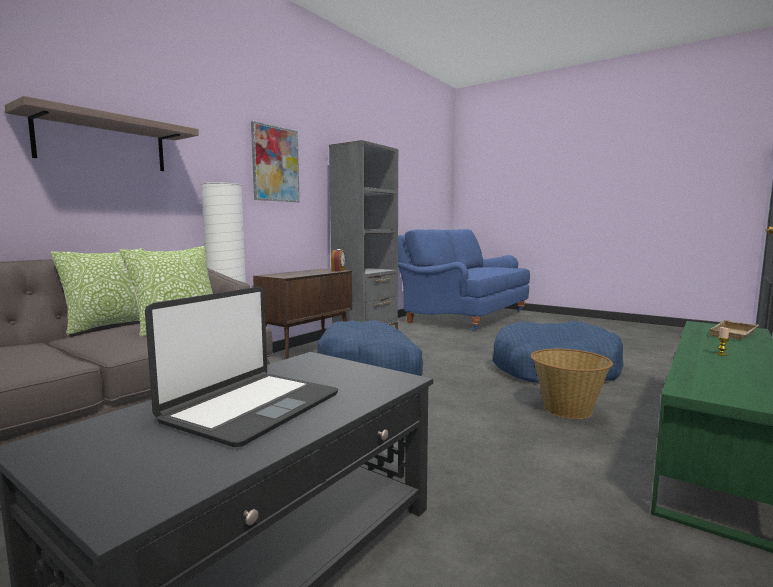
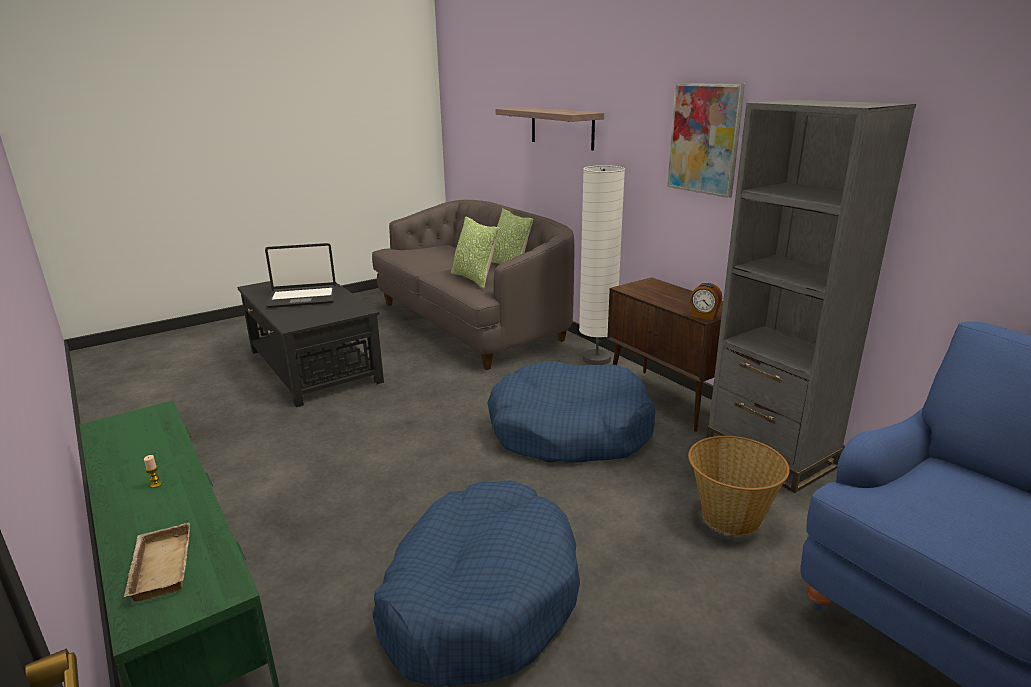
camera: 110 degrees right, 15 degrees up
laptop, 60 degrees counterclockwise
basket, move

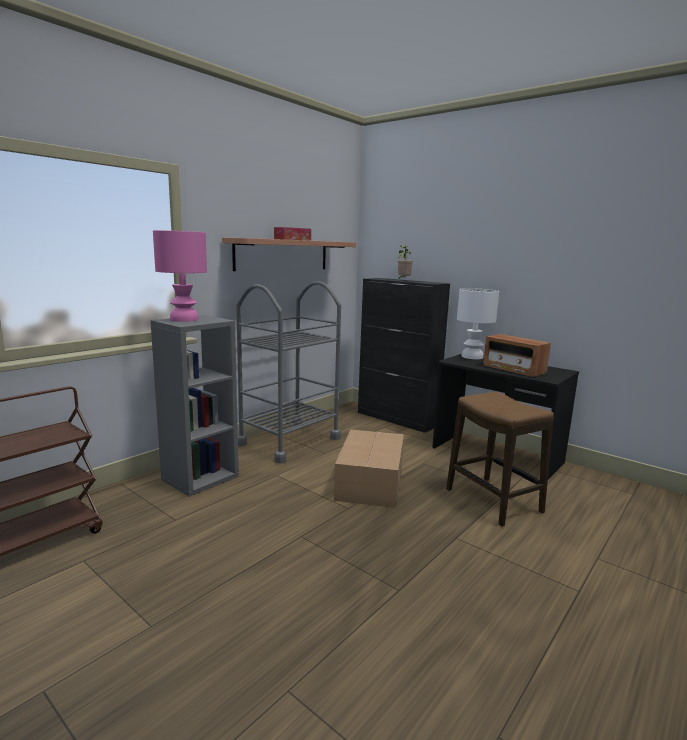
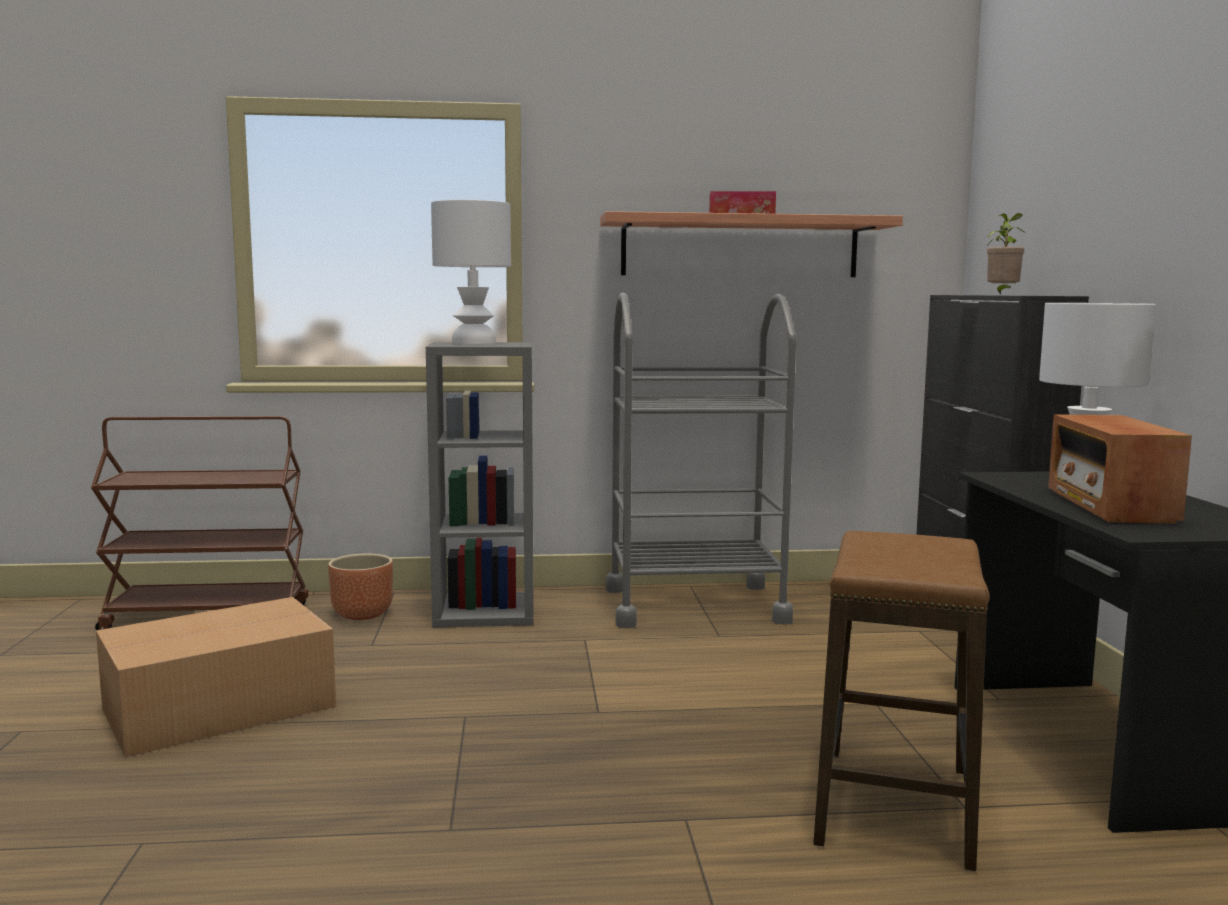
camera: 45 degrees right, 5 degrees down
pink table lamp => white table lamp (1st from left)
cardboard box, move
nothing => brown planter

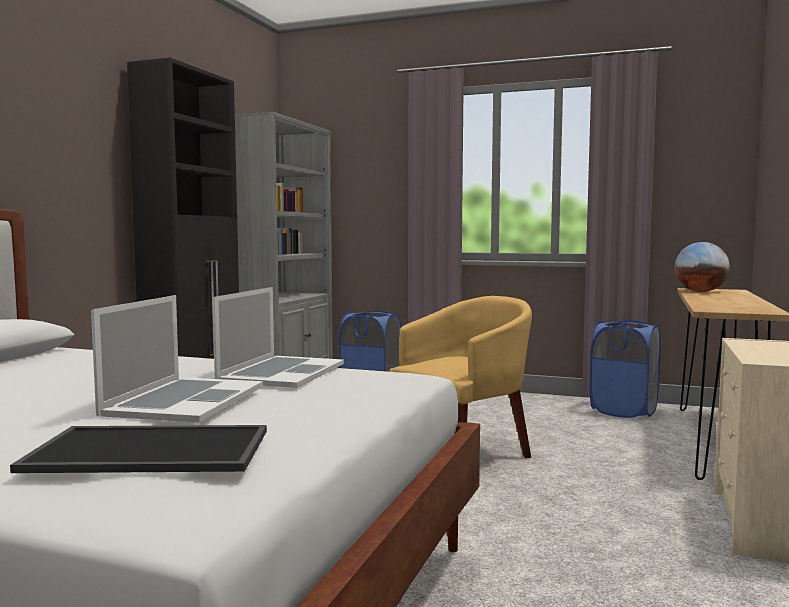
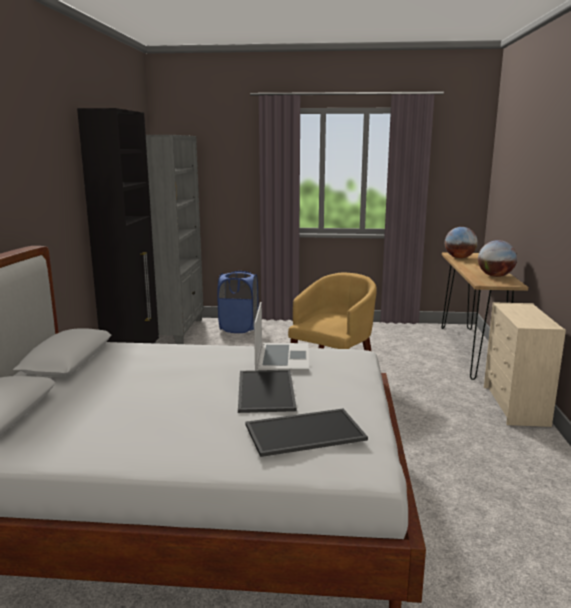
camera: 15 degrees left, 10 degrees up
laptop (1st from left) => tray (1st from left)
blue laundry basket (2nd from left) => nothing
nothing => globe (2nd from left)

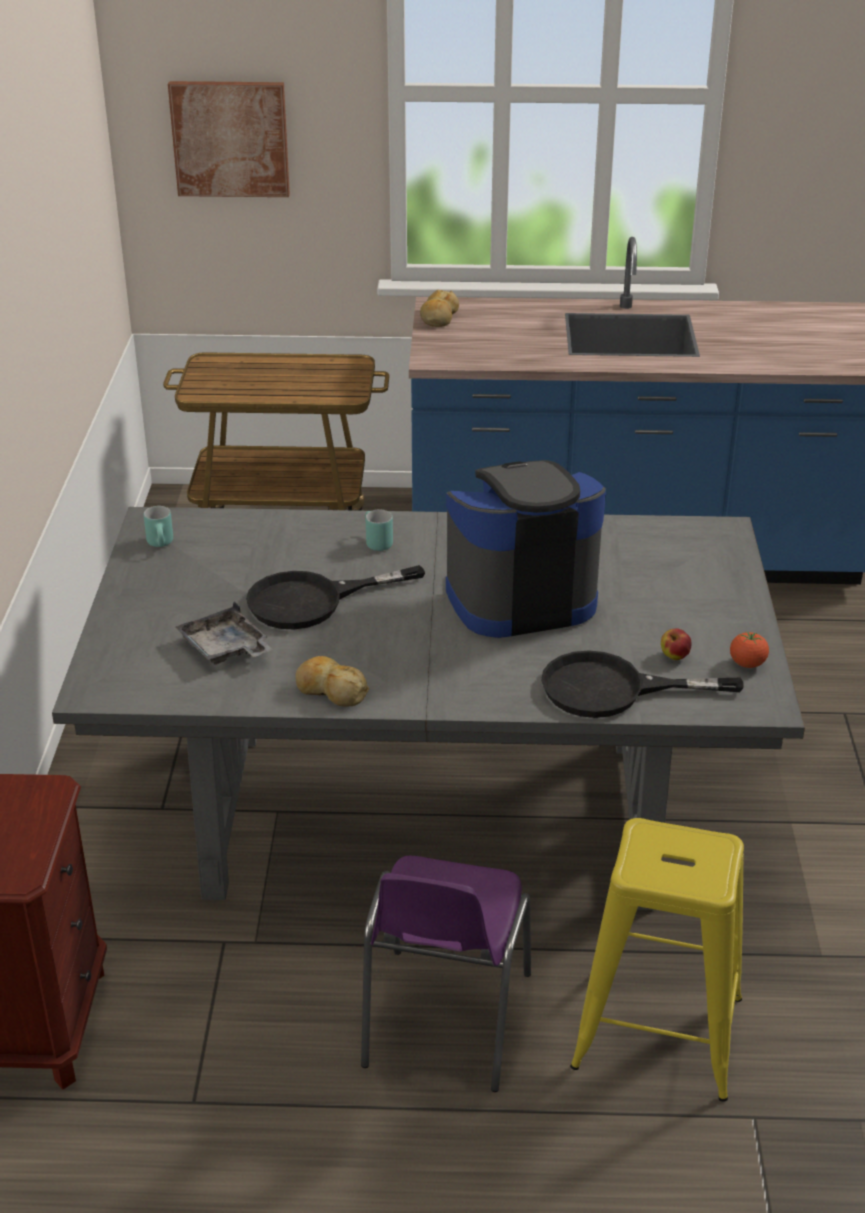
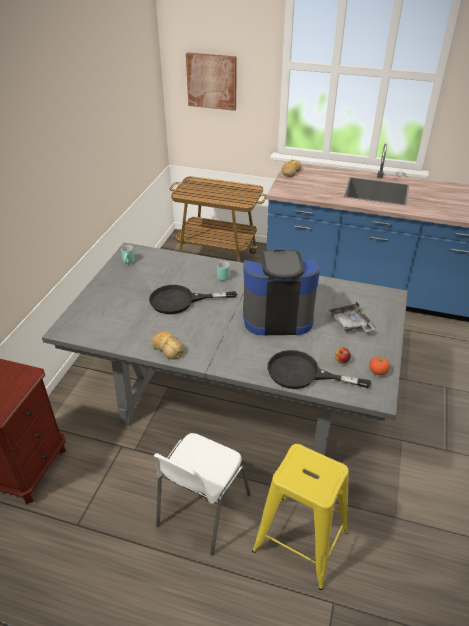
camera: 15 degrees right, 5 degrees up
grey tray, move
purple chair => white chair

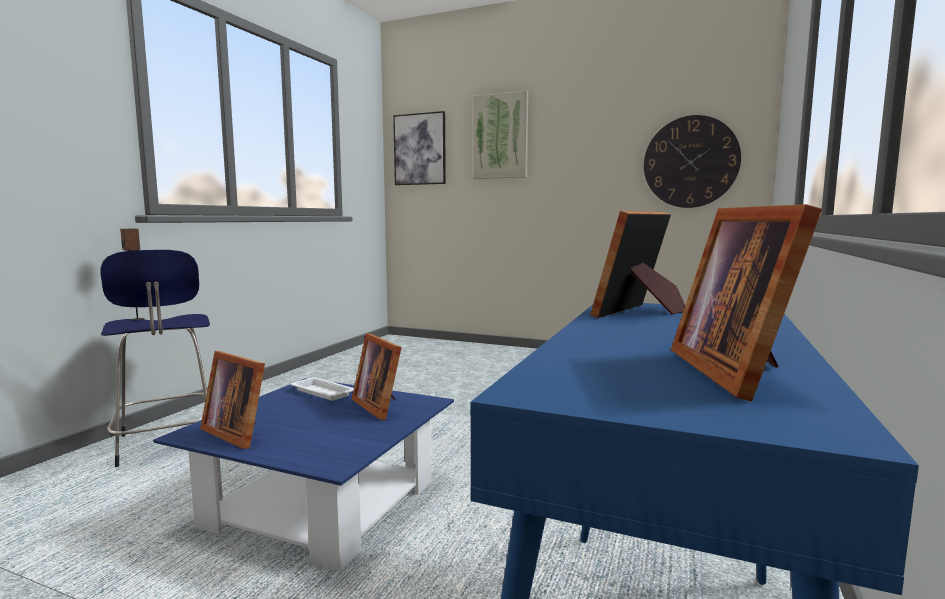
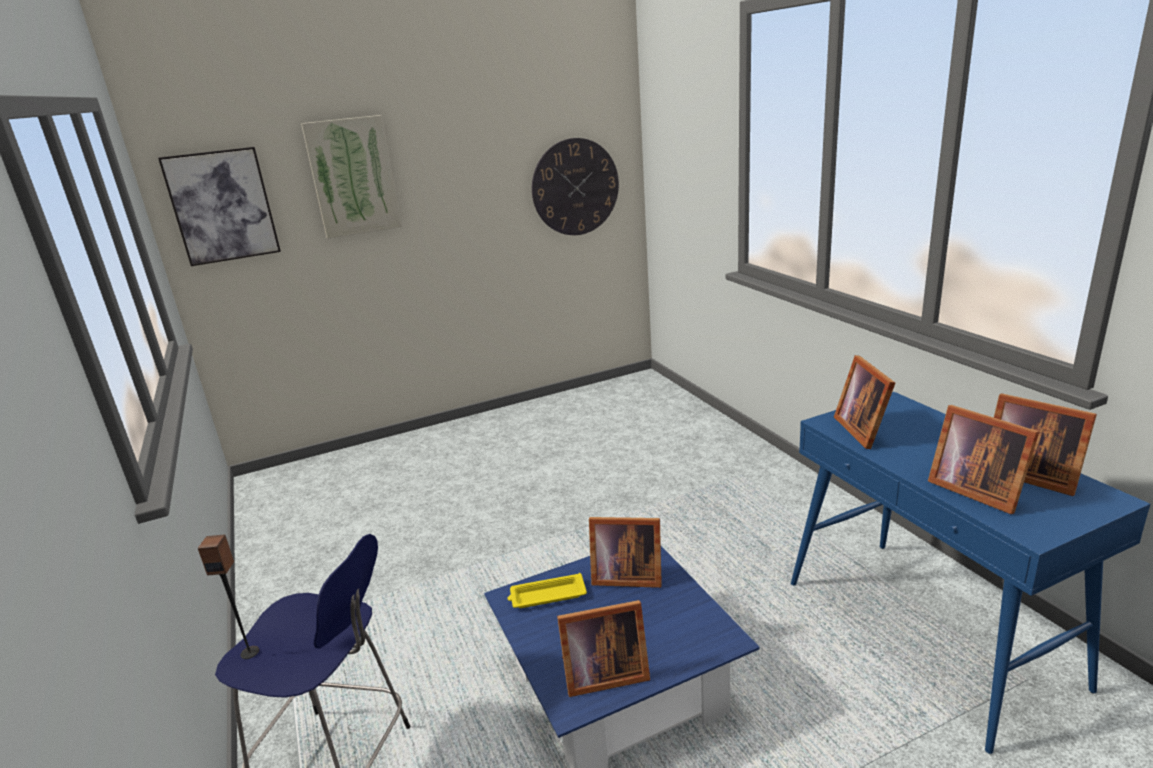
camera: 45 degrees left, 15 degrees up
white tray => yellow tray
nothing => picture frame (4th from left)

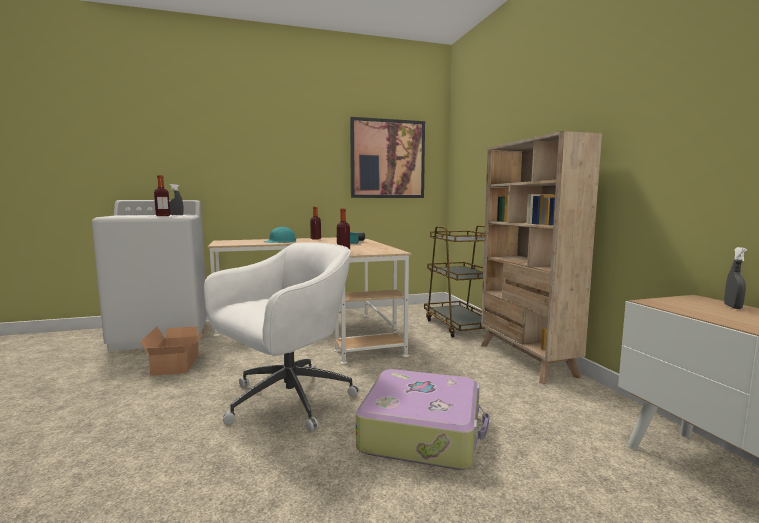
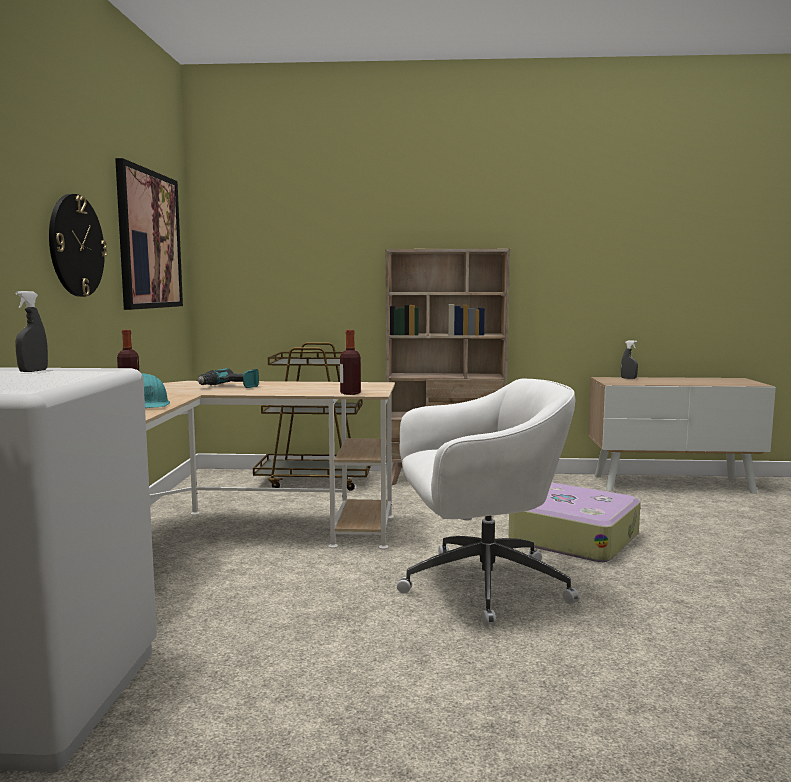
camera: 70 degrees left, 0 degrees up
cardboard box => nothing
bottle (1st from left) => nothing
white office chair, 105 degrees clockwise
nothing => wall clock

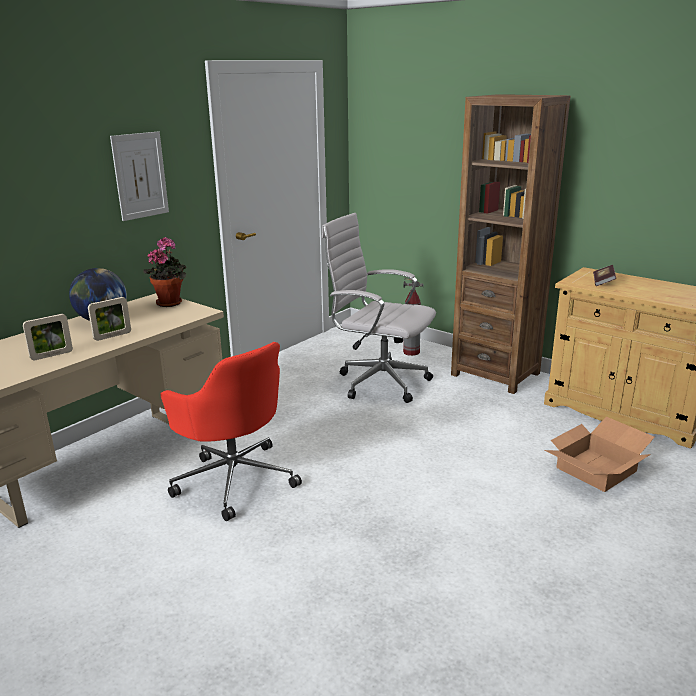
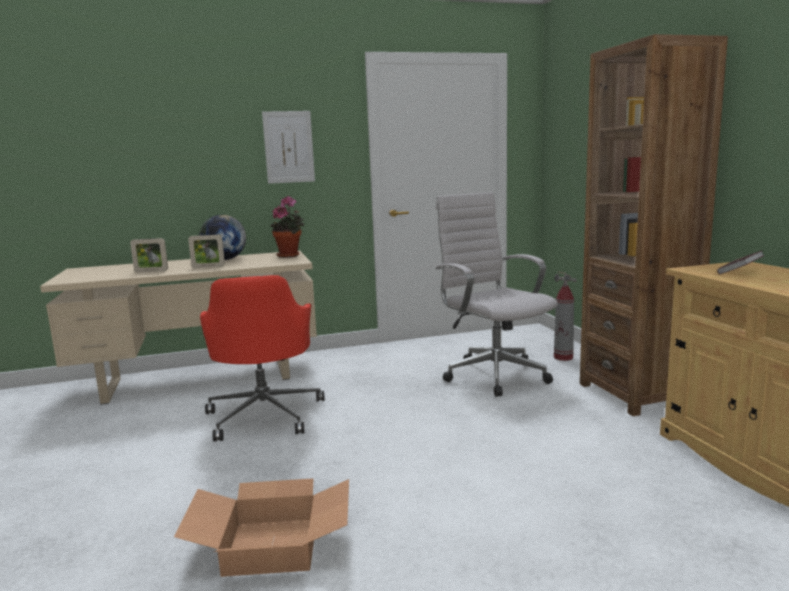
camera: 35 degrees right, 10 degrees down
cardboard box, move

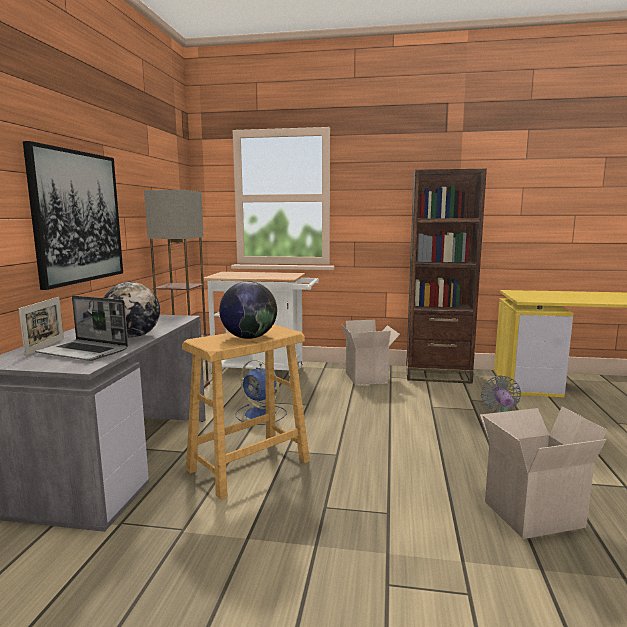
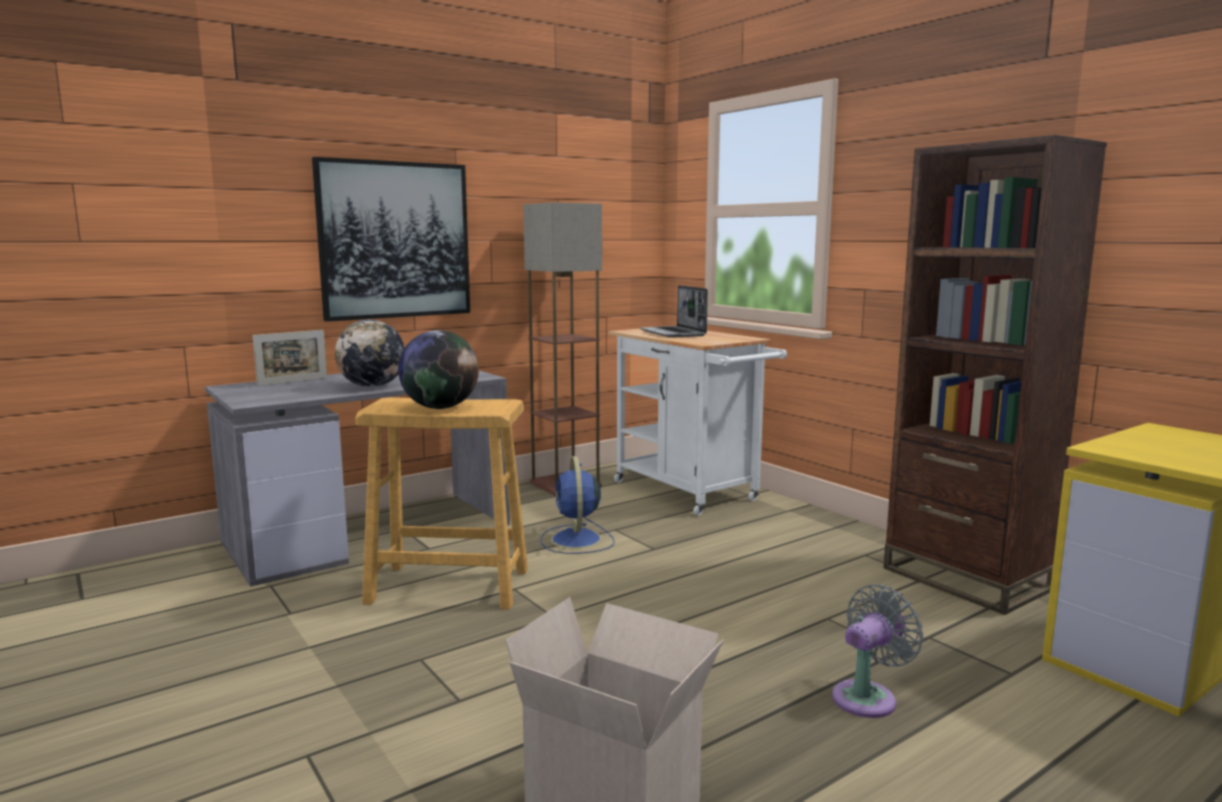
camera: 45 degrees right, 0 degrees up
laptop, move
cardboard box (1st from left) => nothing

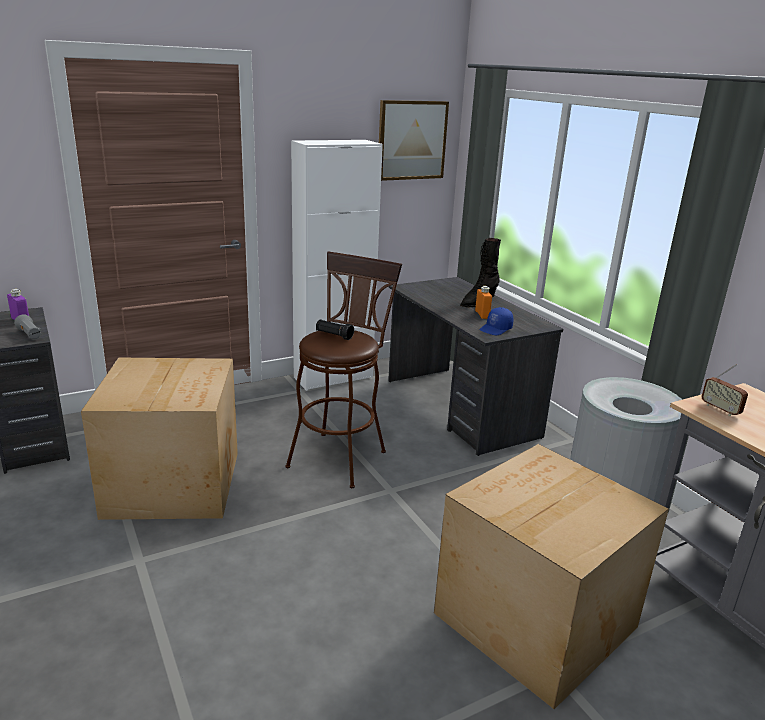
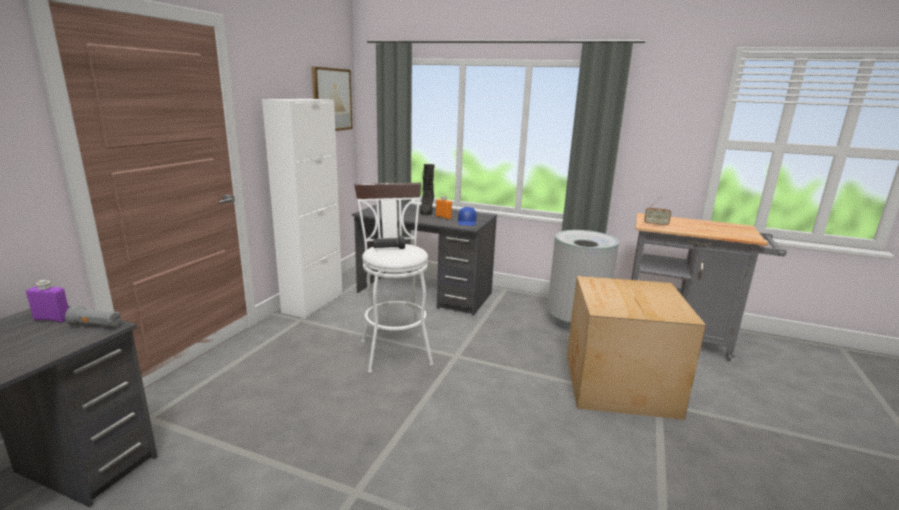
camera: 40 degrees left, 5 degrees down
cardboard box (1st from left) => nothing
brown stool => white stool

